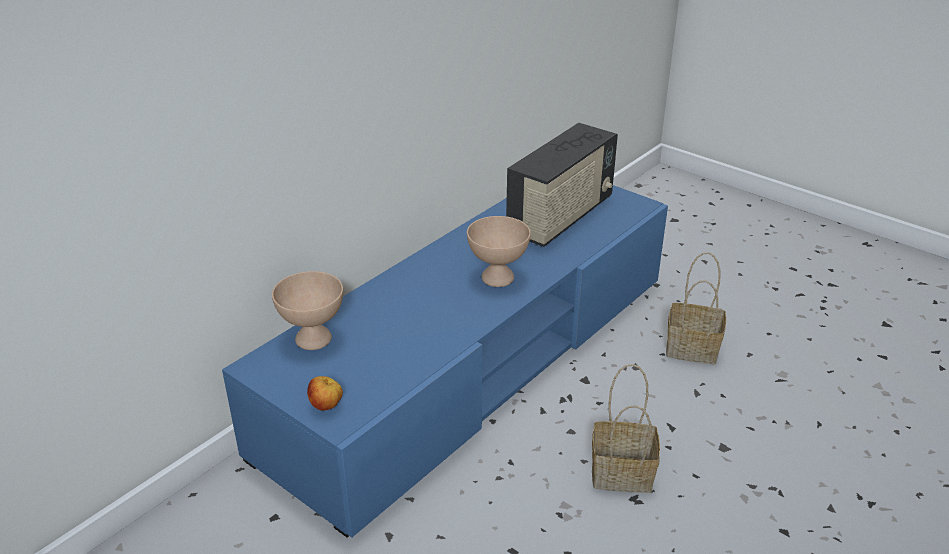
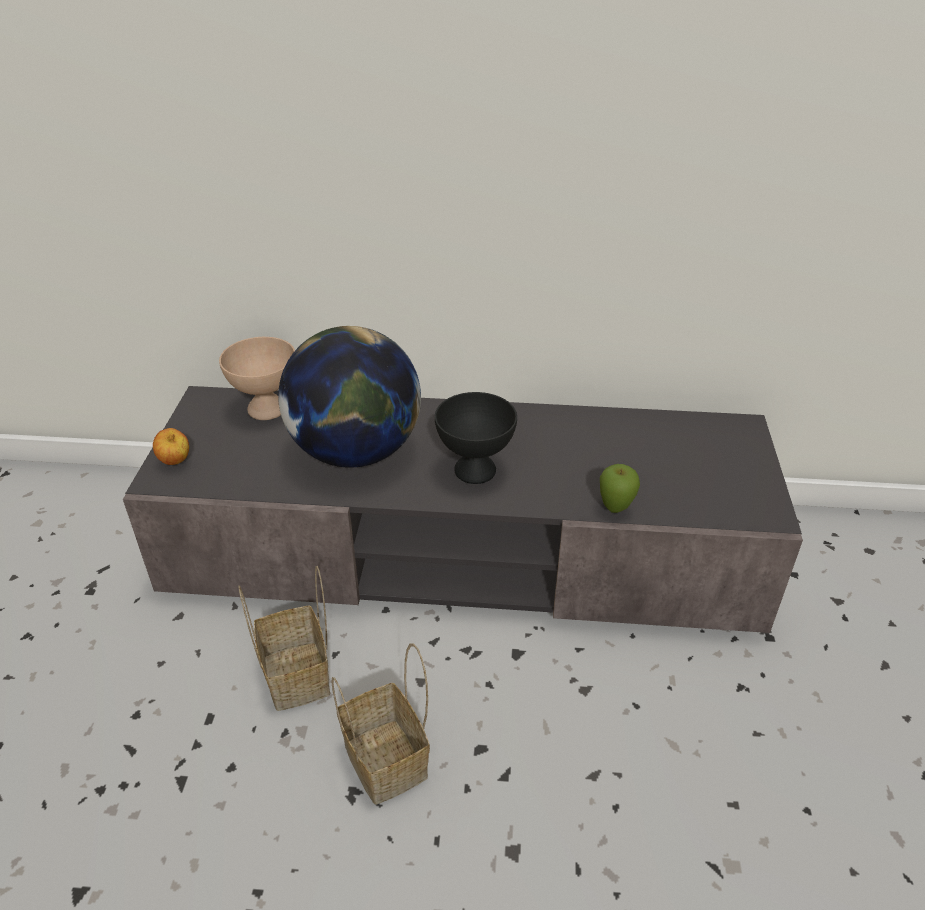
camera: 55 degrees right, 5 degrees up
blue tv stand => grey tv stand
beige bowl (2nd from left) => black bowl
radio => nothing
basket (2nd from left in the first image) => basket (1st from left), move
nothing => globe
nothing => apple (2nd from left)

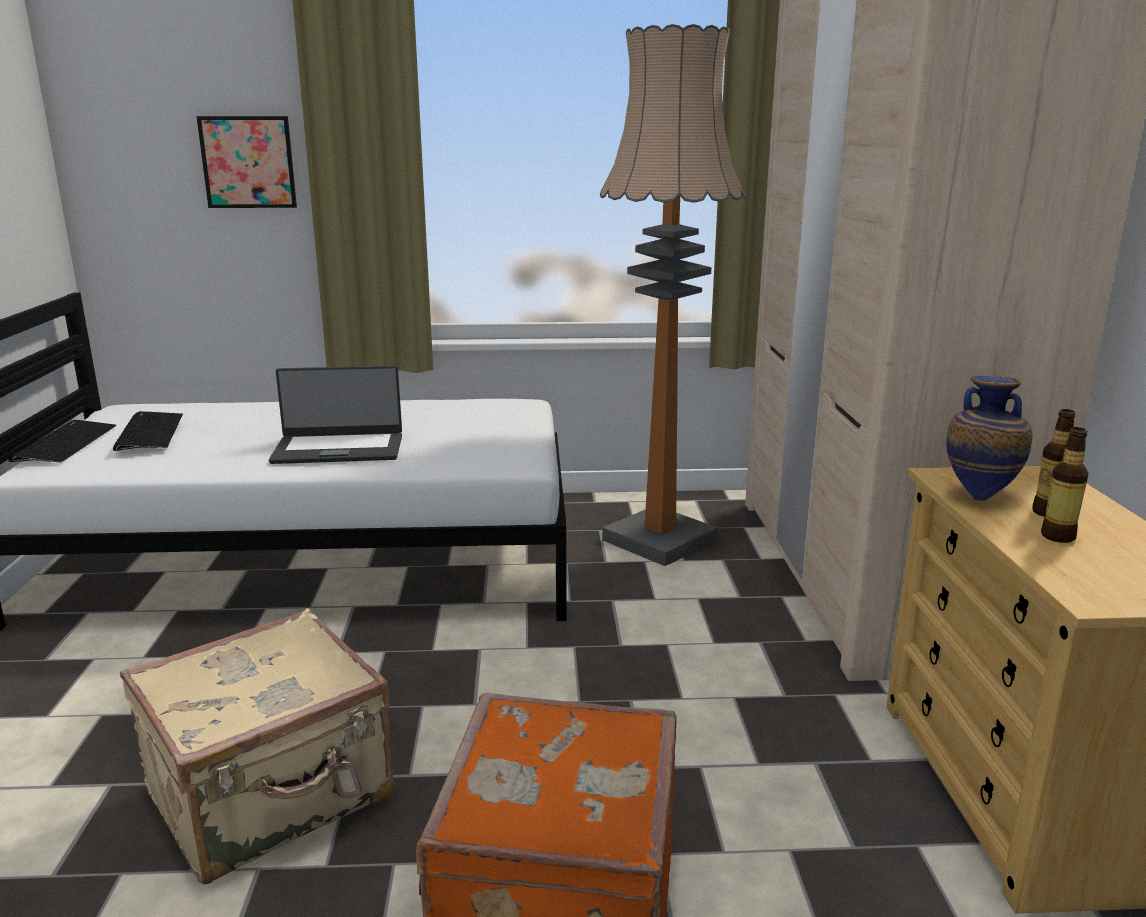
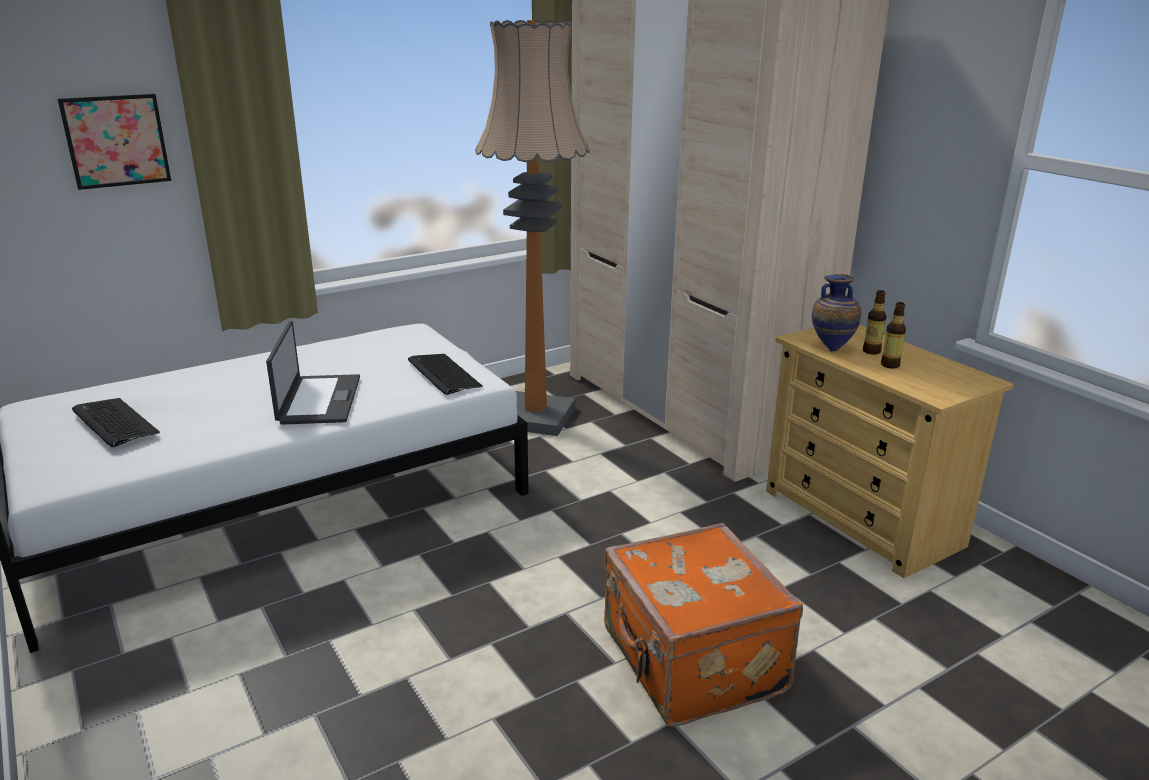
camera: 30 degrees left, 5 degrees up
keyboard (1st from left in the first image) => keyboard (2nd from left), move
beige suitcase => nothing
laptop, 60 degrees counterclockwise

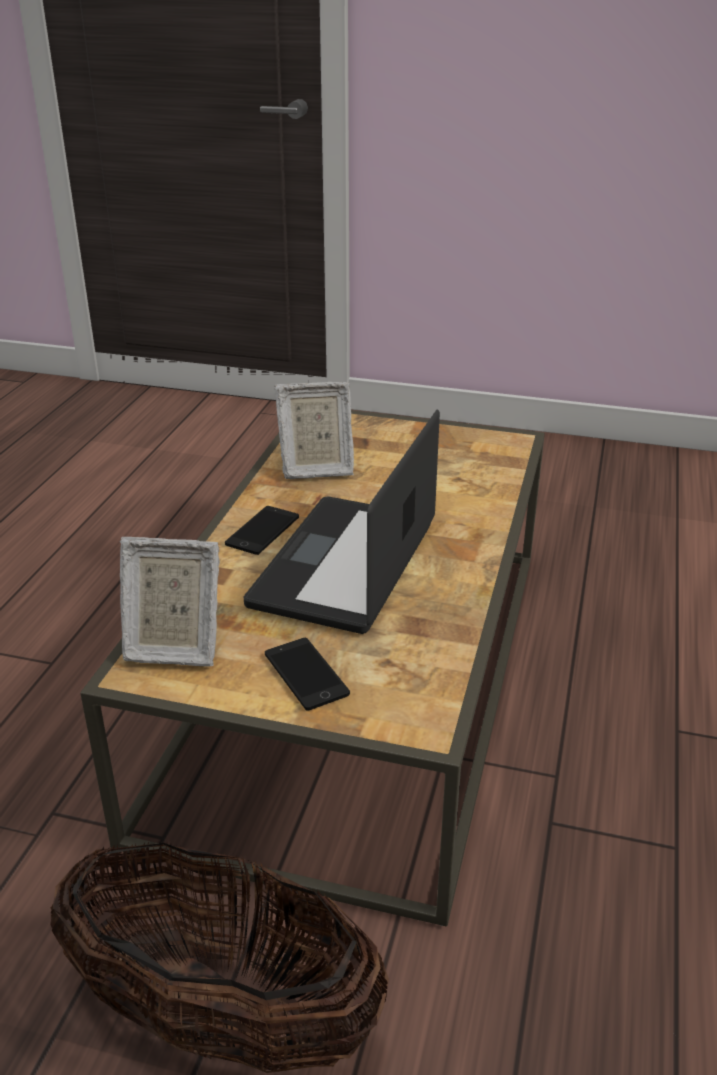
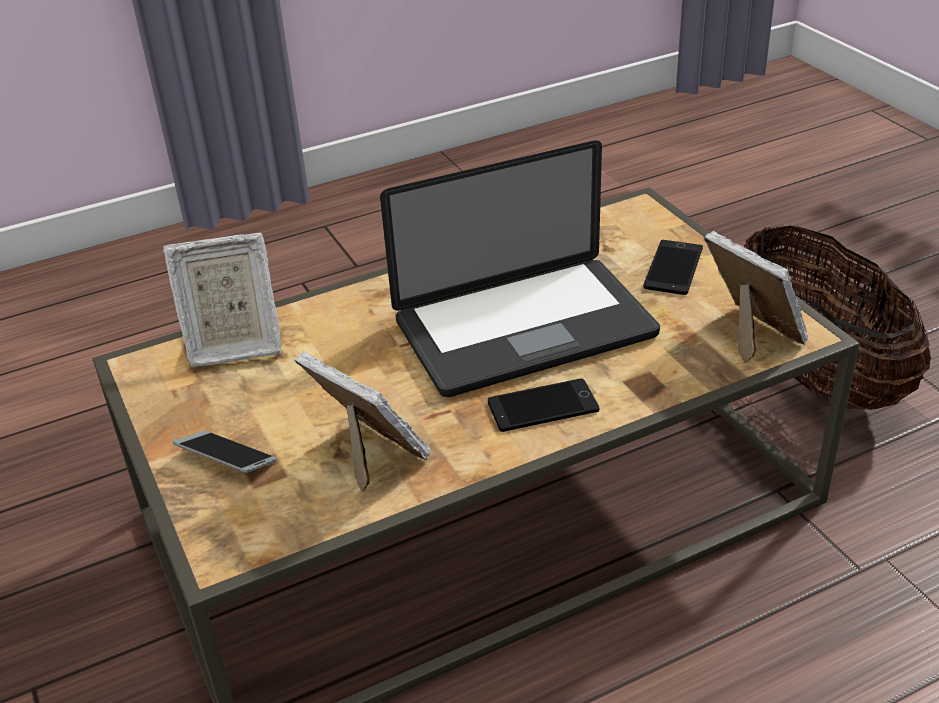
camera: 130 degrees left, 5 degrees up
nothing => picture frame (1st from left)
nothing => phone (1st from left)

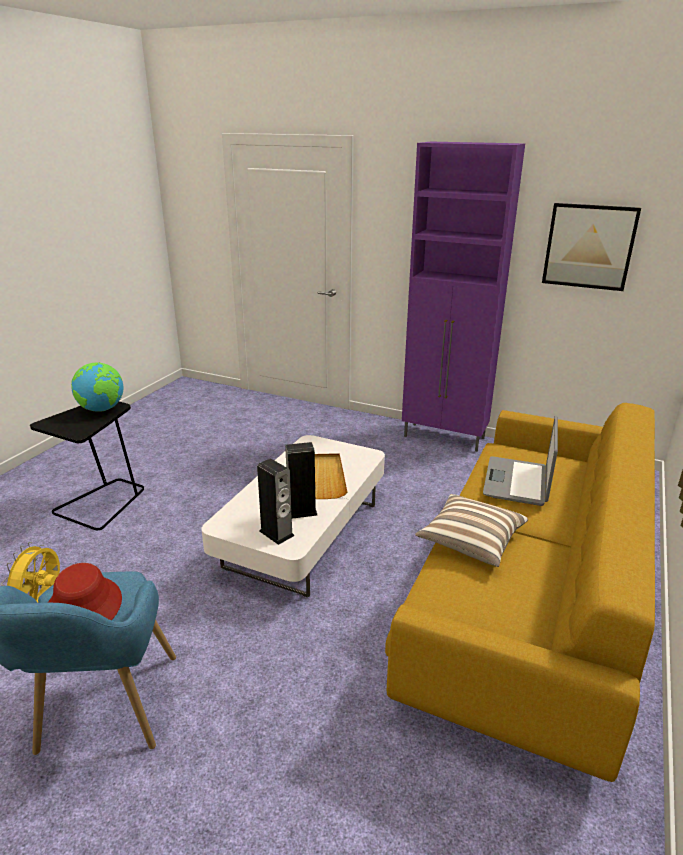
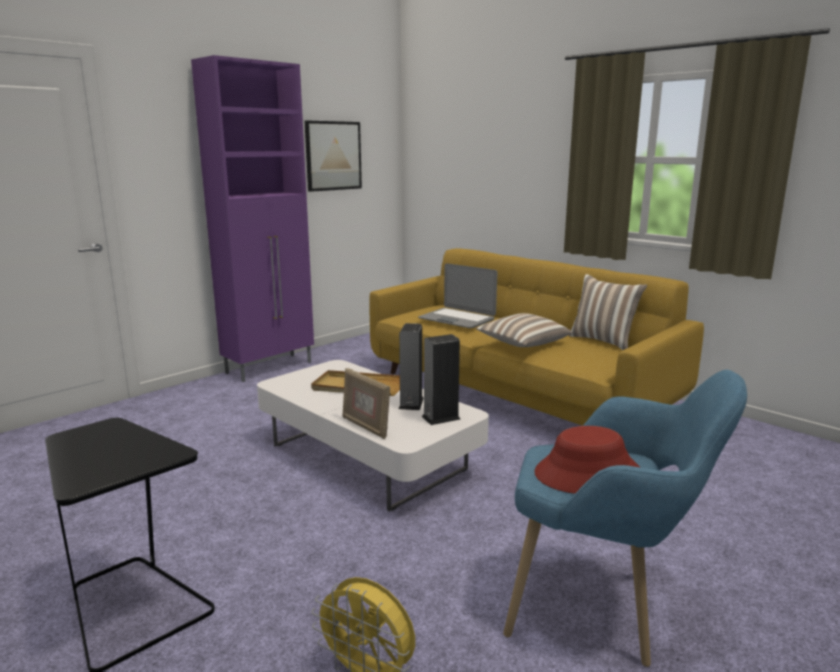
camera: 70 degrees left, 10 degrees down
globe => nothing
nothing => picture frame
nothing => pillow (2nd from left)

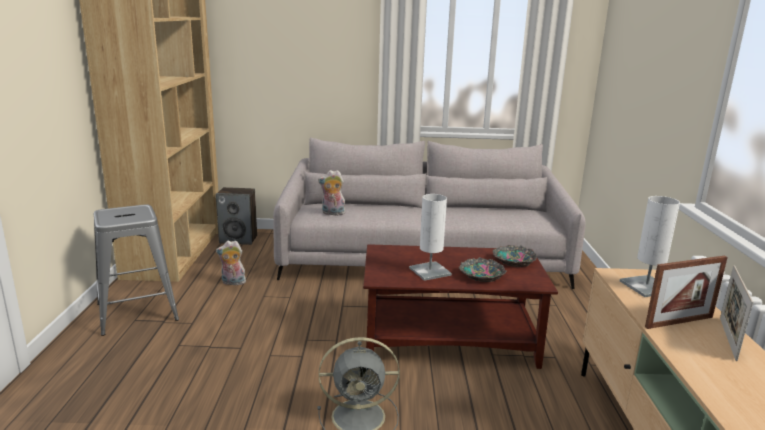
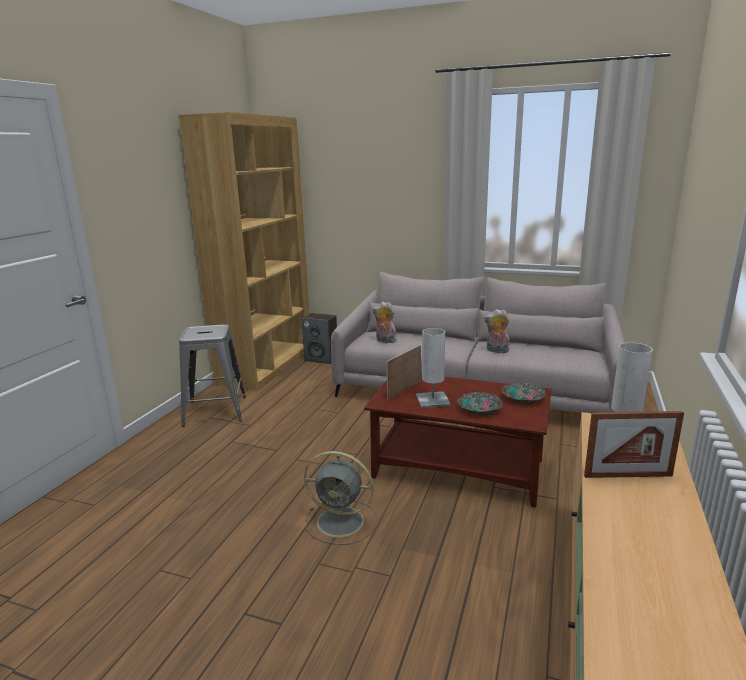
camera: 20 degrees right, 0 degrees up
plush toy (1st from left in the first image) => plush toy (2nd from left), move
picture frame (2nd from left in the first image) => picture frame (1st from left), move

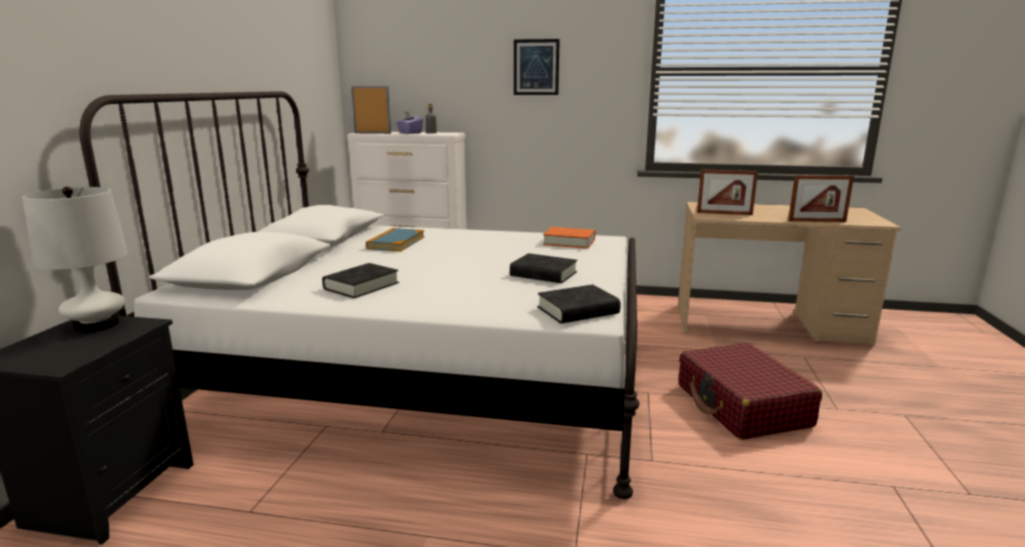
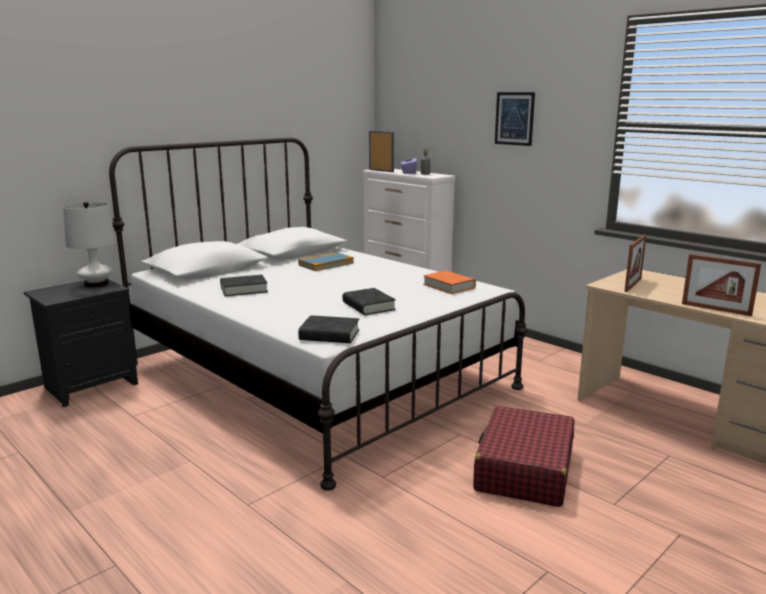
camera: 35 degrees right, 0 degrees up
picture frame (2nd from left), 105 degrees counterclockwise

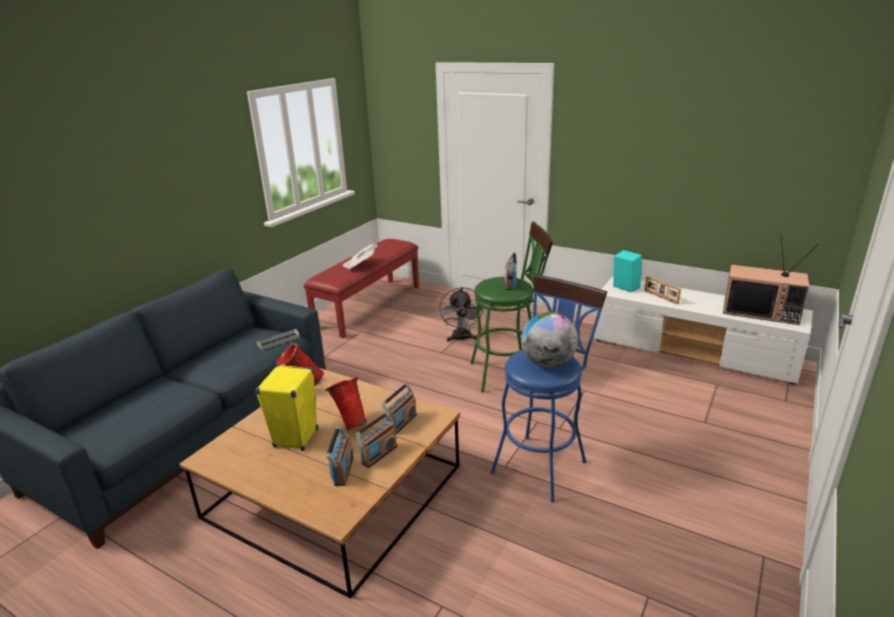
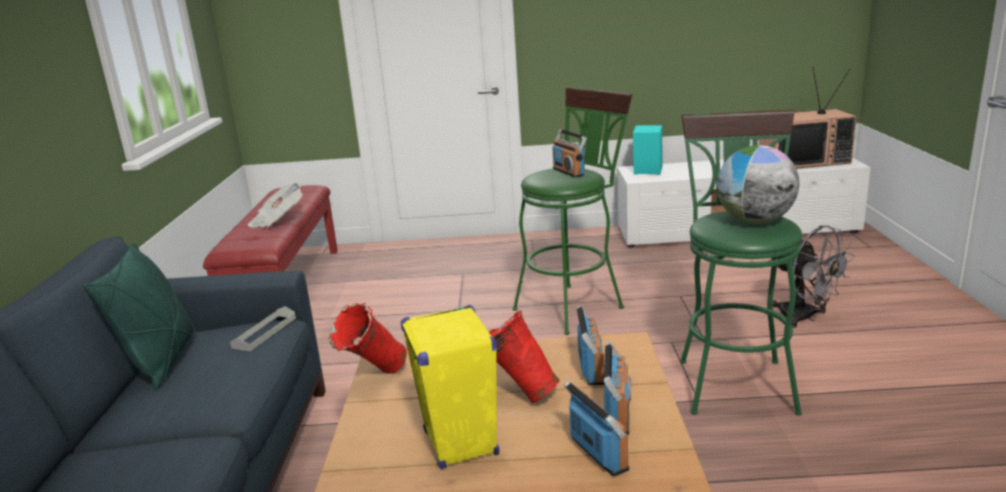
camera: 30 degrees left, 5 degrees down
grey fan, move
blue stool => green stool (2nd from left)
picture frame => nothing
nothing => green pillow

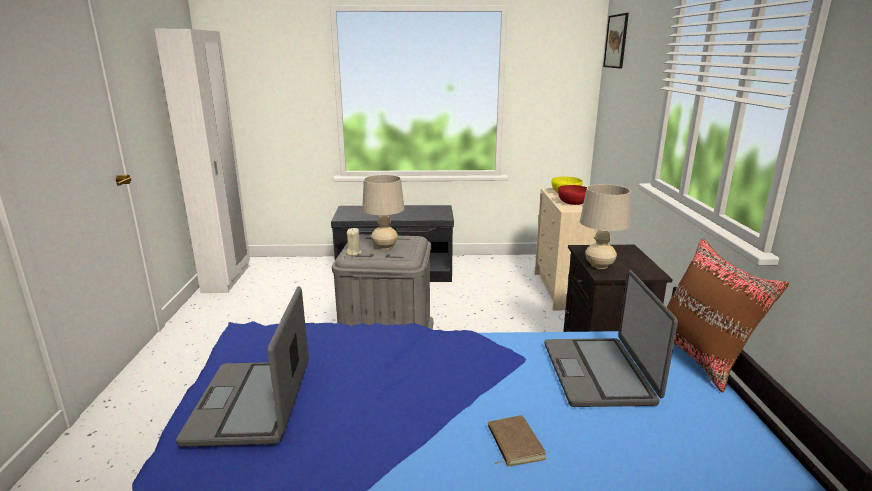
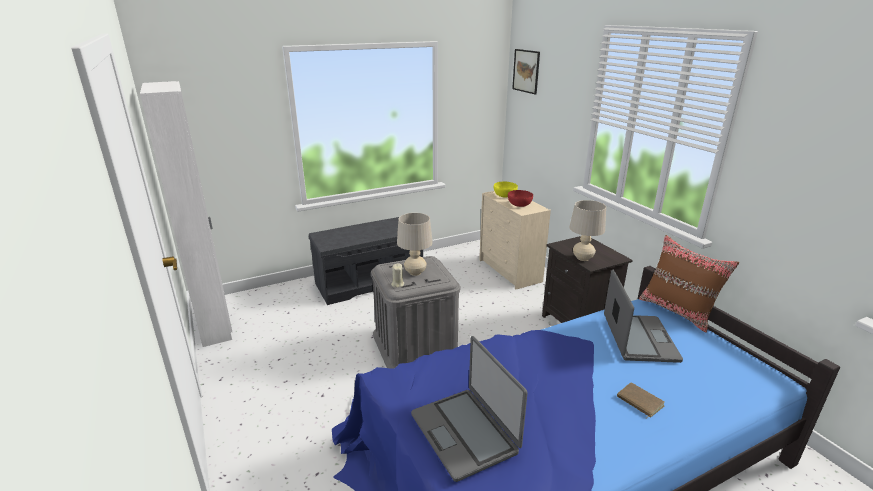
camera: 25 degrees left, 5 degrees up
laptop (2nd from left), 150 degrees counterclockwise

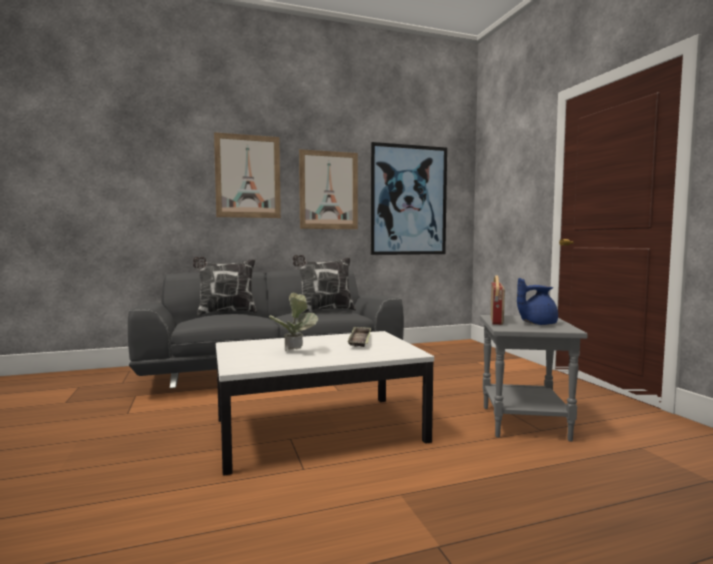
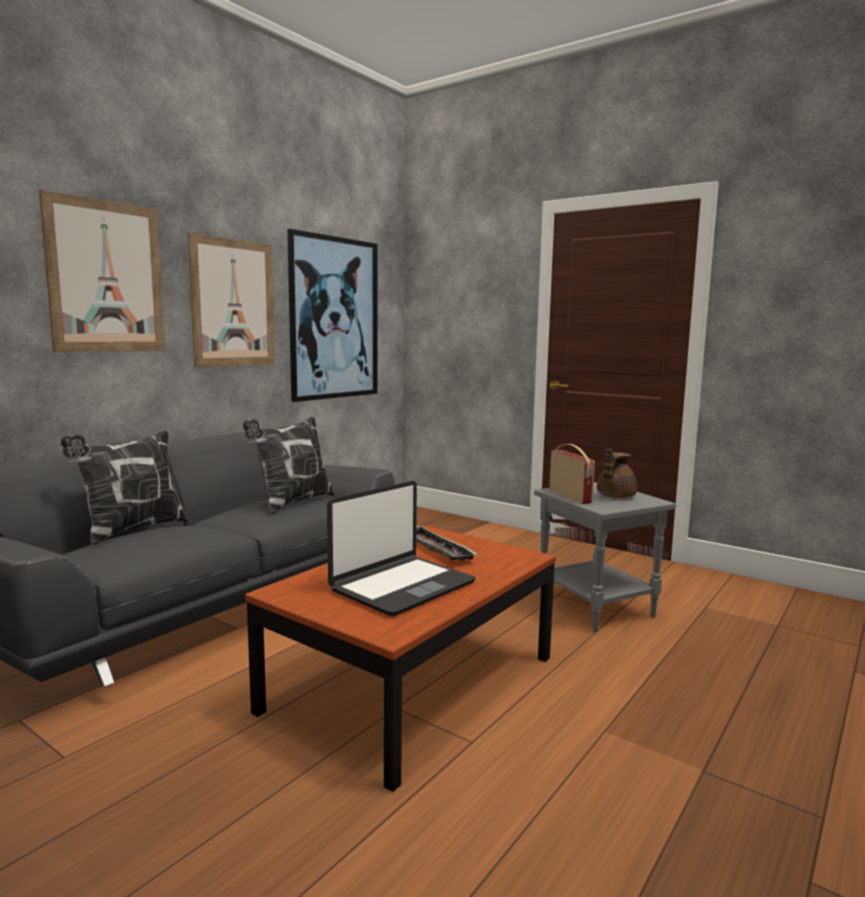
camera: 35 degrees left, 5 degrees up
white coffee table => brown coffee table
potted plant => laptop
blue teapot => brown teapot

